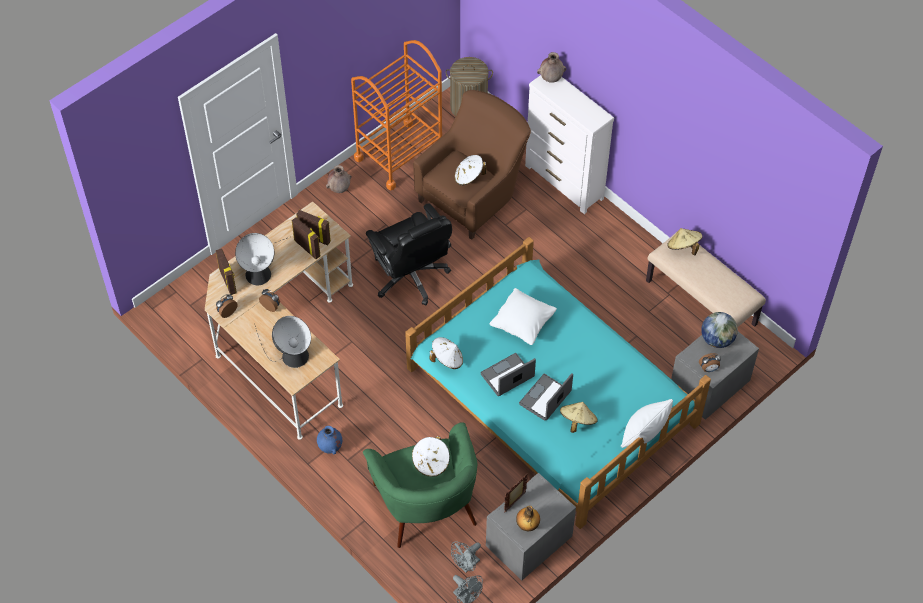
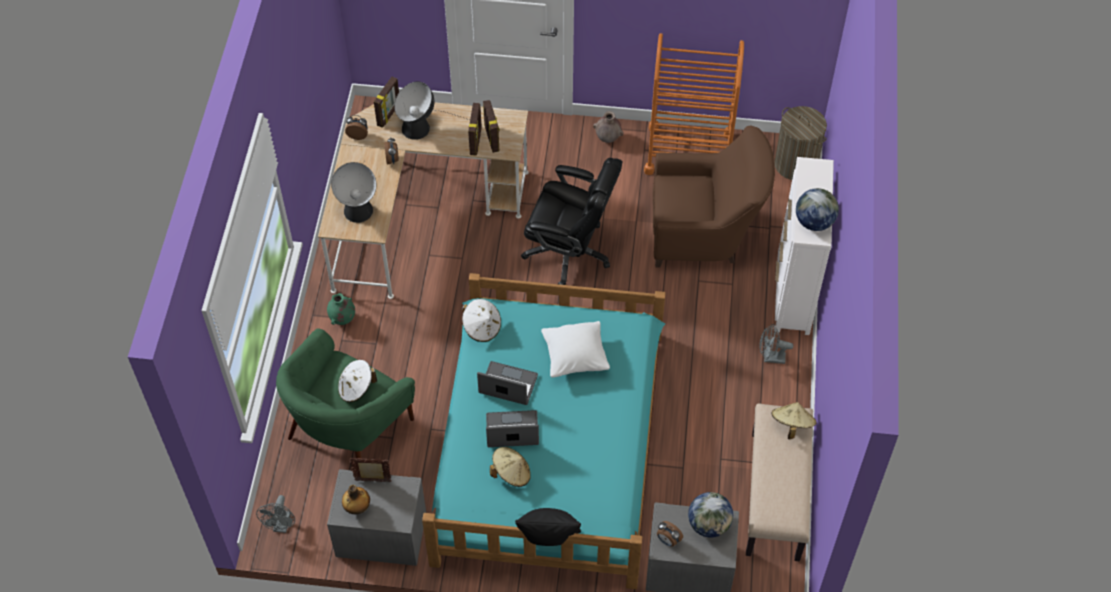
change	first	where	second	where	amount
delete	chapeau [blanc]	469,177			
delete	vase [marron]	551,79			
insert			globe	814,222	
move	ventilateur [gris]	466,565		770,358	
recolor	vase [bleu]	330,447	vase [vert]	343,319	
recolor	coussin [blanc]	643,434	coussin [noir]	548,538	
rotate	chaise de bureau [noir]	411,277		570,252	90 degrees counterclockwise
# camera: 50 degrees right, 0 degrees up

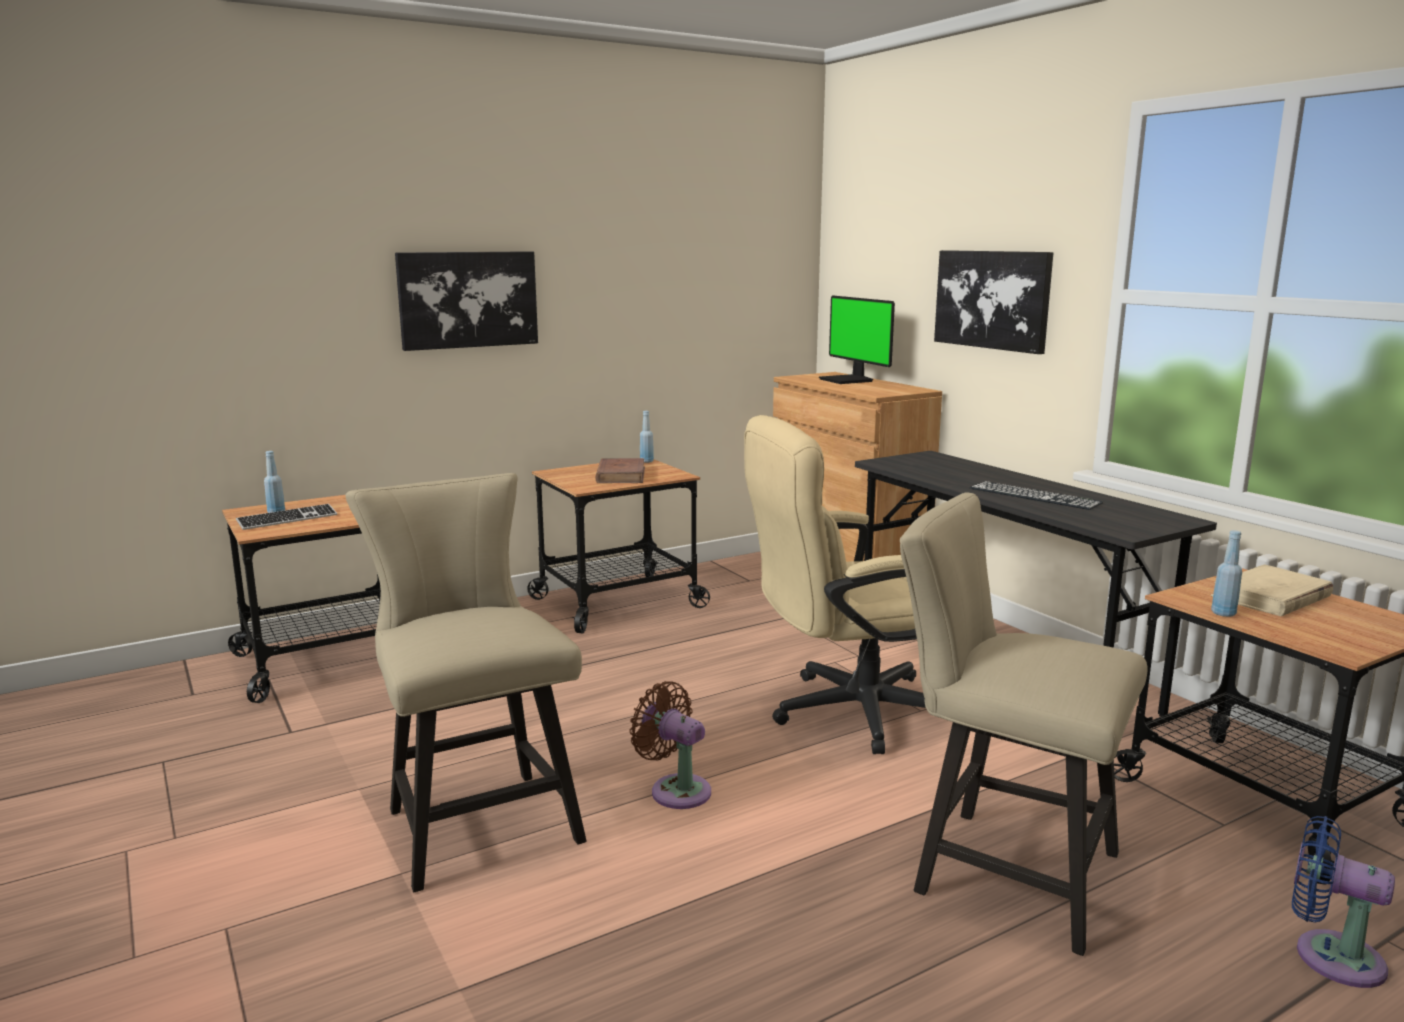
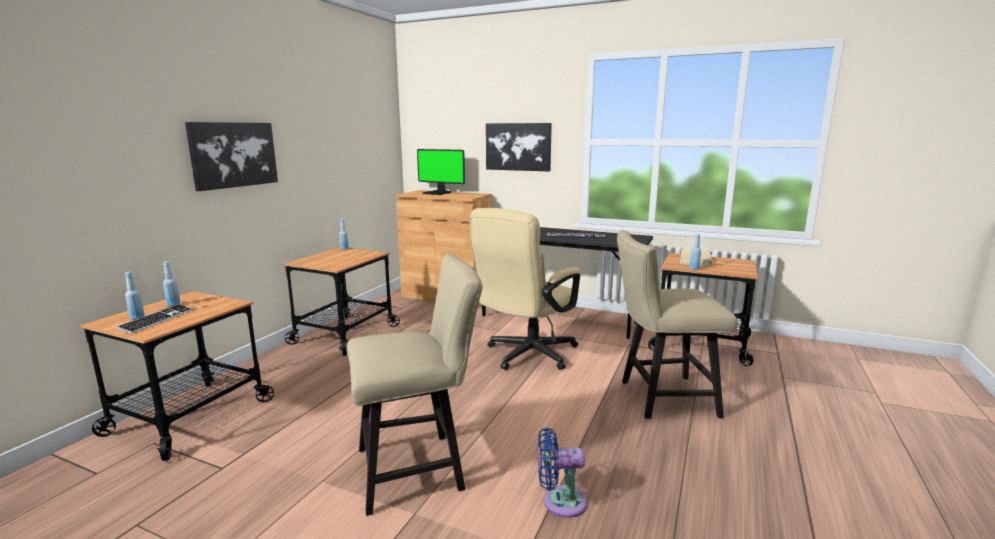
change	first	where	second	where	amount
delete	livre [marron]	621,475			
delete	ventilateur [marron]	676,790			
insert			bouteille [bleu]	173,305	
move	ventilateur [bleu]	1329,955		560,502	
rotate	chaise [beige]	477,819		419,468	135 degrees clockwise
# camera: 35 degrees left, 0 degrees up

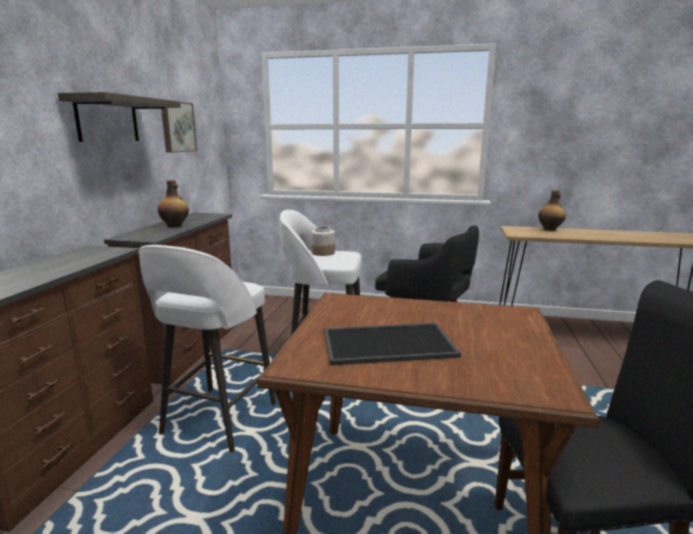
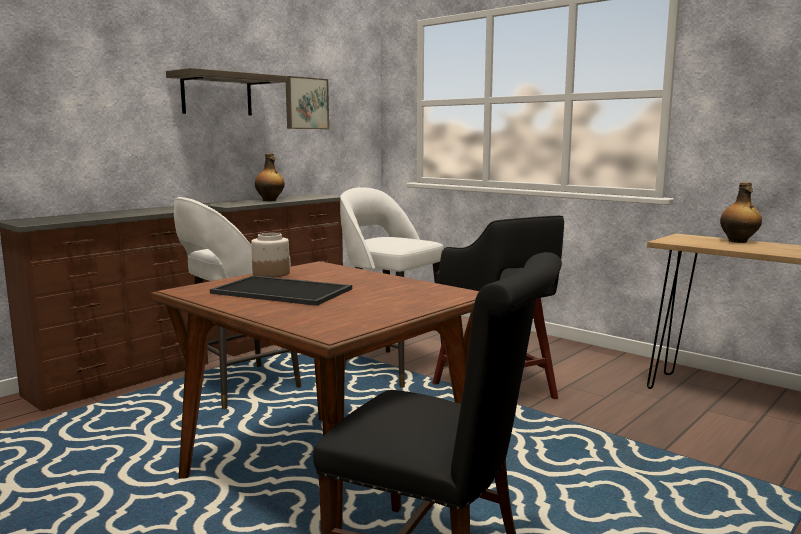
change	first	where	second	where	amount
move	bocal	323,253		270,274	
# camera: 30 degrees right, 5 degrees down

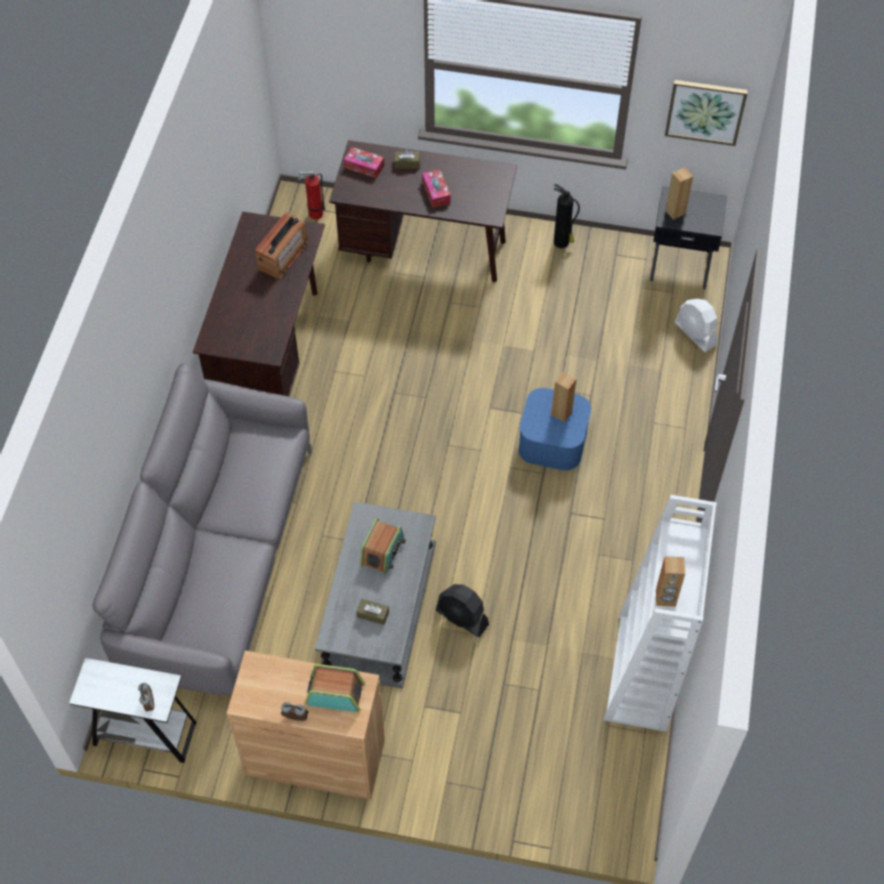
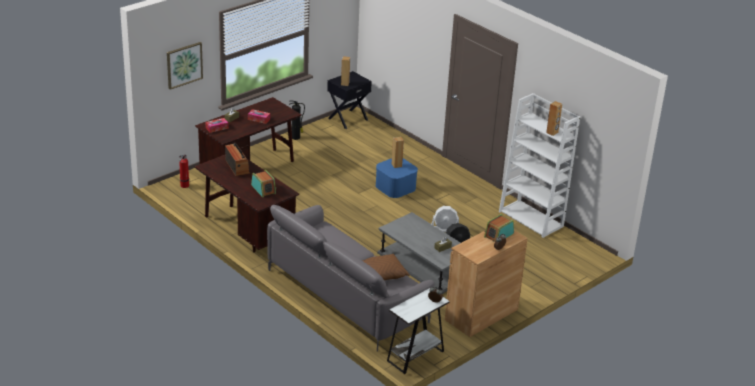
change	first	where	second	where	amount
insert			coussin [marron]	383,274	
move	radio	382,551		263,189	
move	tableau	705,111		184,65	
move	ventilateur [blanc]	695,334		444,229	
# camera: 55 degrees left, 25 degrees down

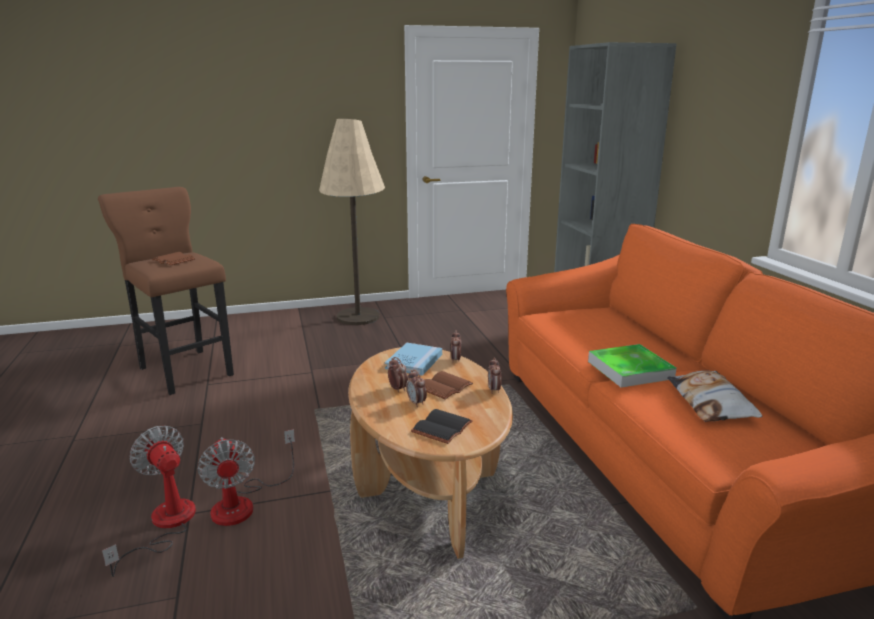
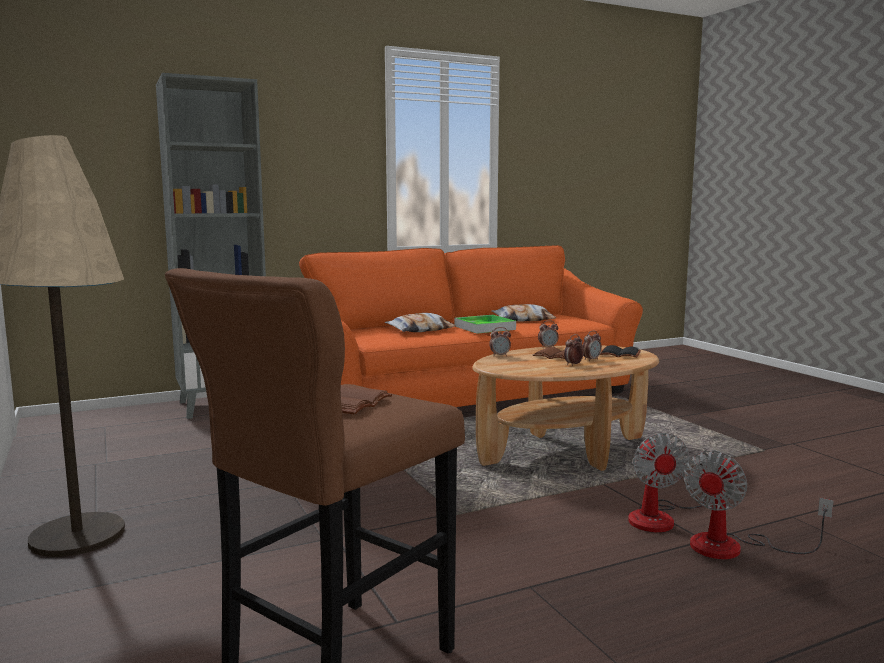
change	first	where	second	where	amount
delete	livre [bleu]	414,361			
insert			coussin	420,330	
rotate	ventilateur	244,503		660,517	120 degrees clockwise
# camera: 100 degrees left, 10 degrees down

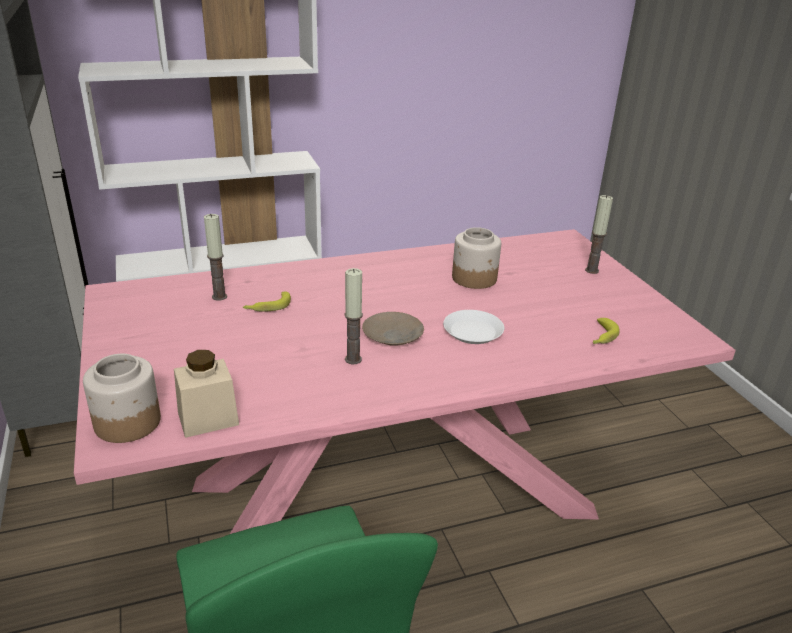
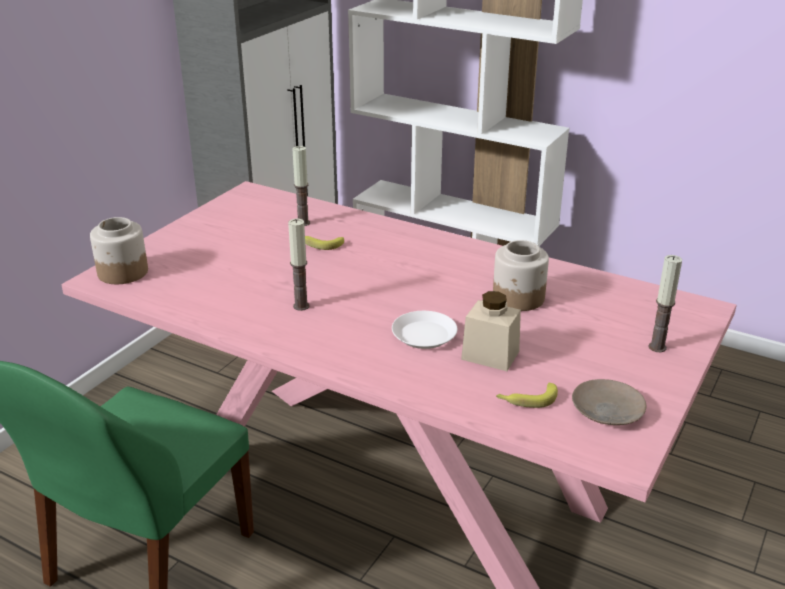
change	first	where	second	where	amount
move	bocal [beige]	208,418		490,355	
move	assiette [beige]	393,335		607,410	
# camera: 50 degrees right, 0 degrees up

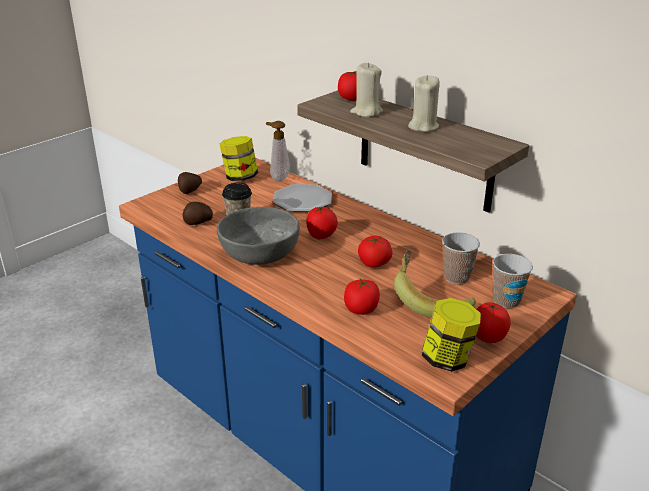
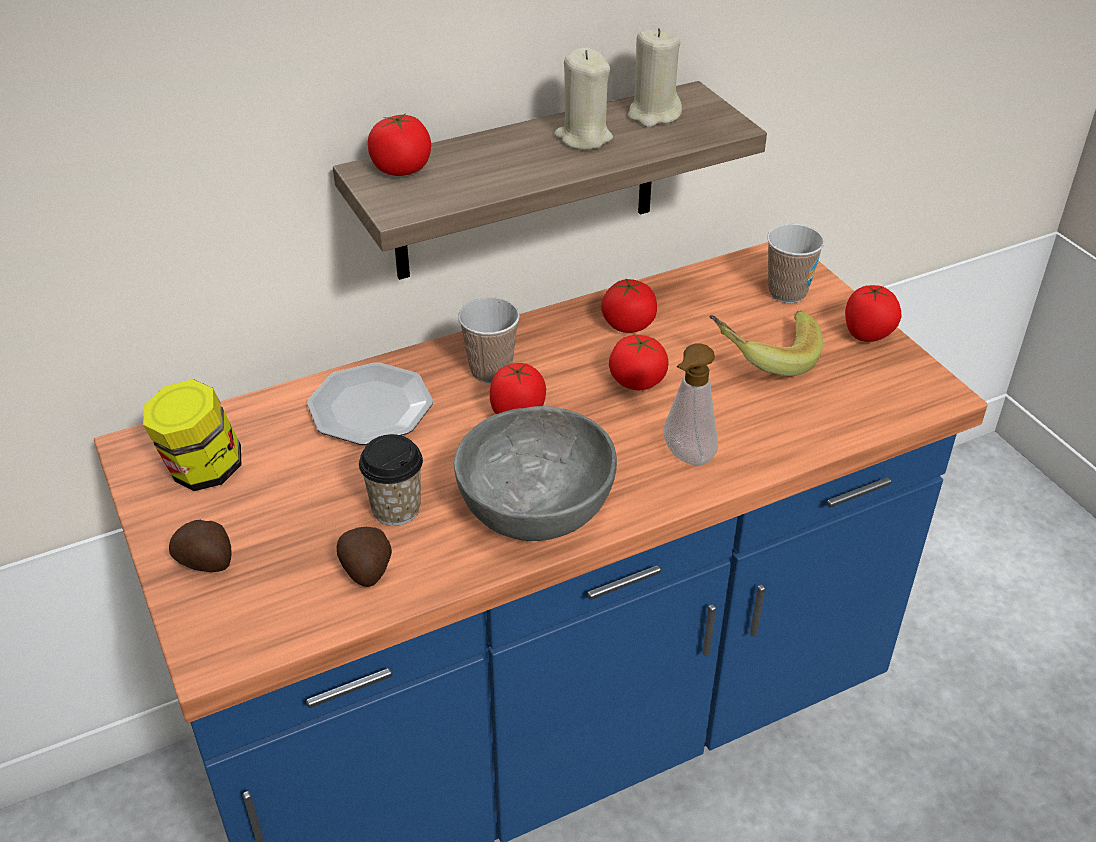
change	first	where	second	where	amount
delete	bocal	448,359			
move	distributeur de savon	278,178		685,458	
move	tomate	361,309		628,324	
move	bougie [beige]	366,112		653,114	
move	tasse	456,277		491,371	
# camera: 70 degrees left, 10 degrees up

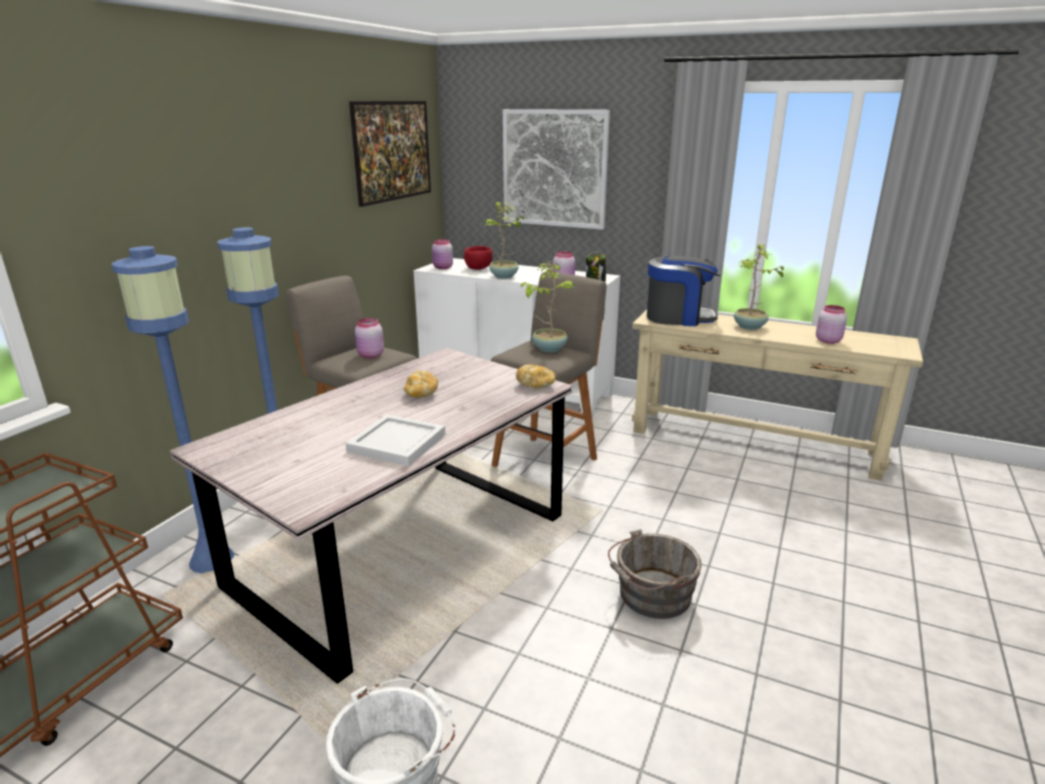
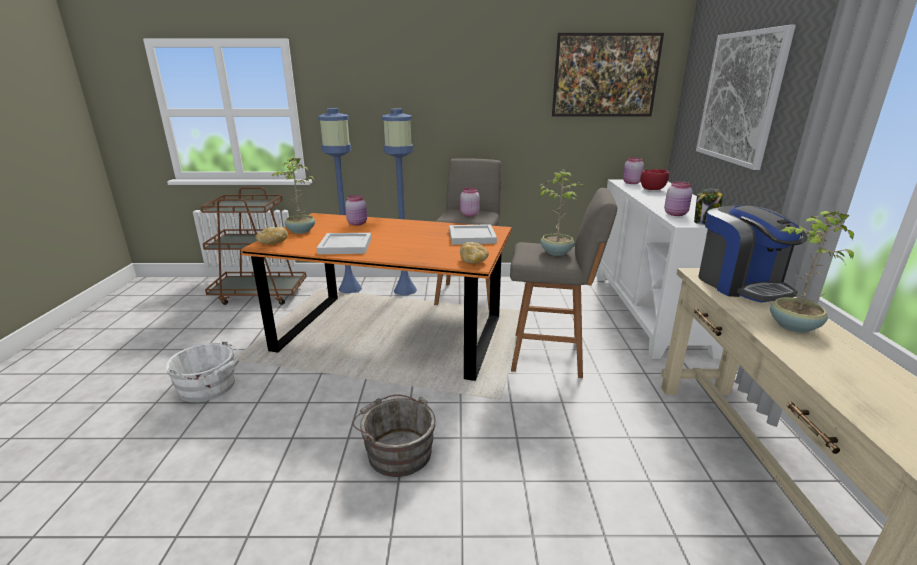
change	first	where	second	where	amount
insert			plateau [blanc]	472,236	
move	pain	421,394		272,243	
move	plante en pot	504,277		300,231	
move	bocal [rose]	828,340		358,223	
recolor	table à manger [gris]	404,549	table à manger [orange]	390,333	
# camera: 65 degrees right, 0 degrees up

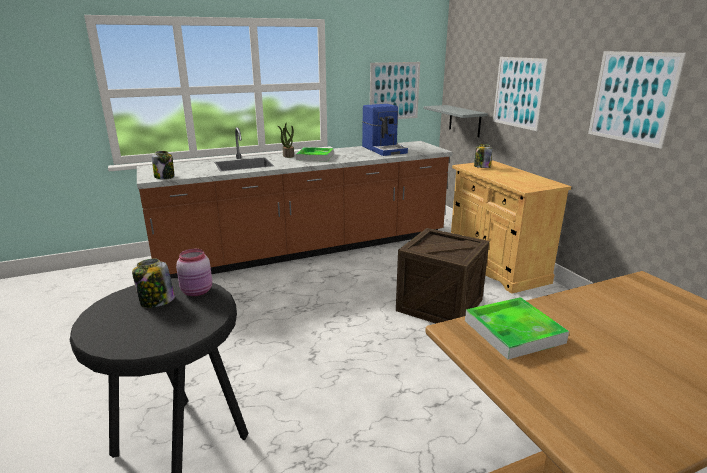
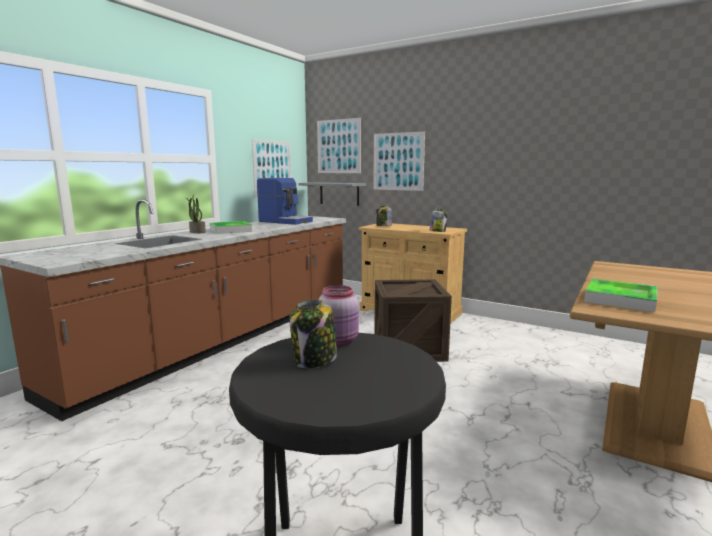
change	first	where	second	where	amount
move	bocal	165,177		438,231	
move	tableau	632,97		338,146	
# camera: 35 degrees left, 10 degrees down

